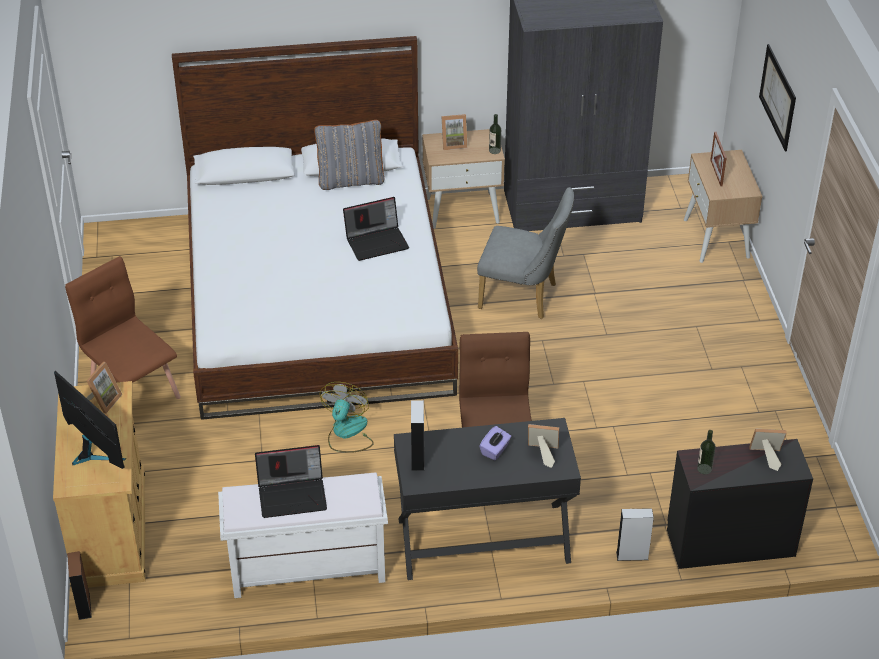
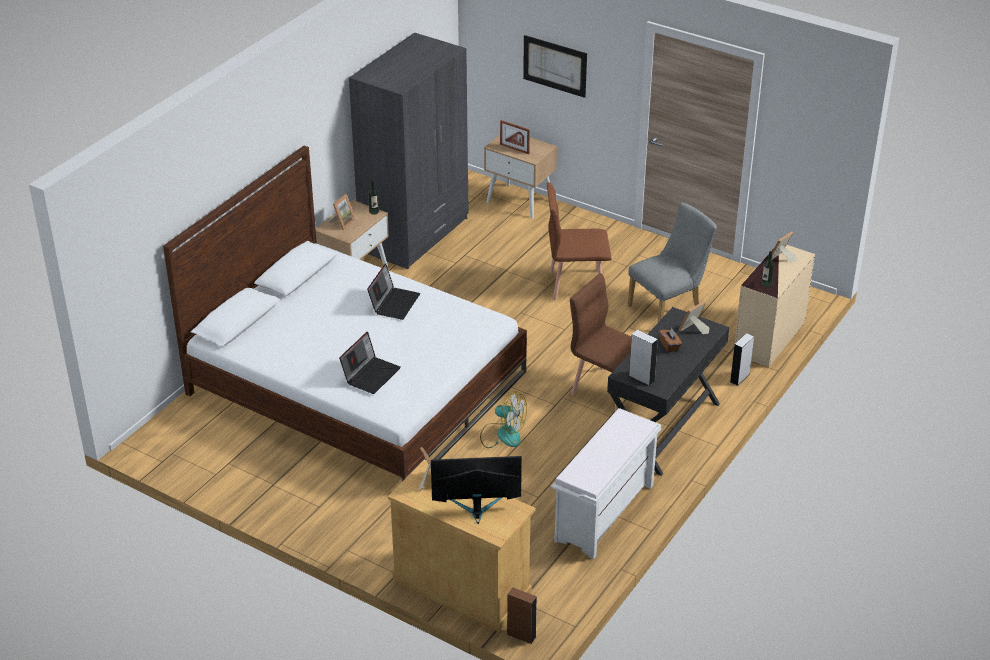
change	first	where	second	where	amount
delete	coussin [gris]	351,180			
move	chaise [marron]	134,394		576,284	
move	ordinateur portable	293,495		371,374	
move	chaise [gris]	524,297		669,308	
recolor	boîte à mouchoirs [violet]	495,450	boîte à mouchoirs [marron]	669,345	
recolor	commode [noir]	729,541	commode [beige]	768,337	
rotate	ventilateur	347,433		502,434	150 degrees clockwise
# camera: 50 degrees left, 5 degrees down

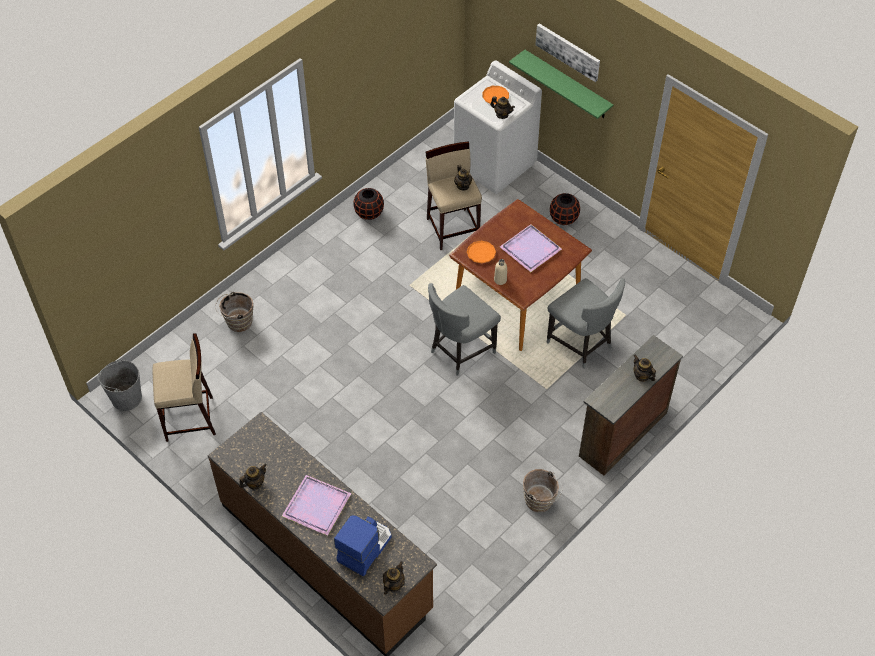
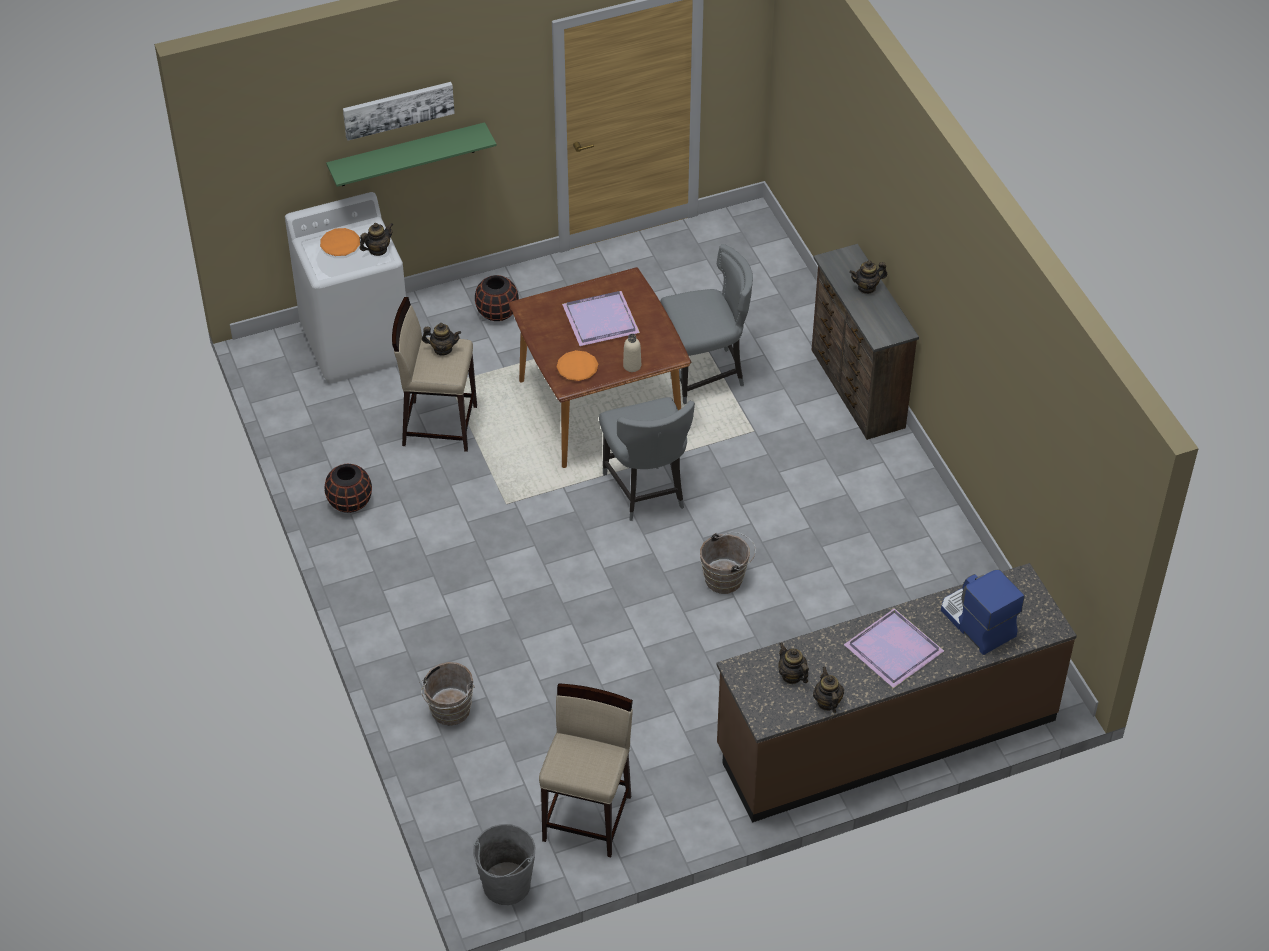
change	first	where	second	where	amount
move	théière	393,584		792,676	
move	seau [marron]	540,502		727,578	
# camera: 65 degrees left, 5 degrees down

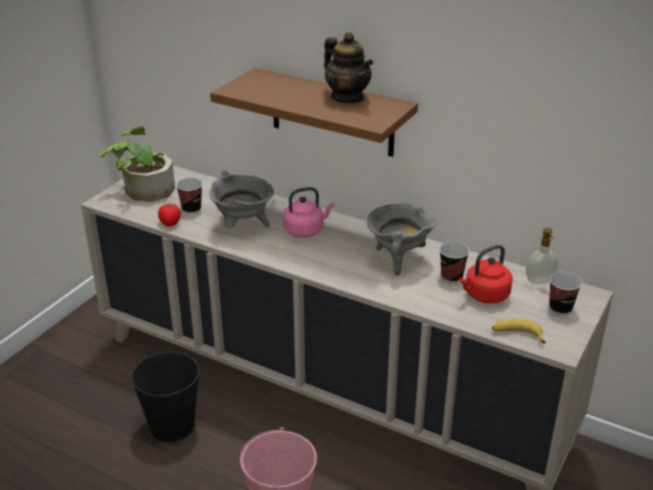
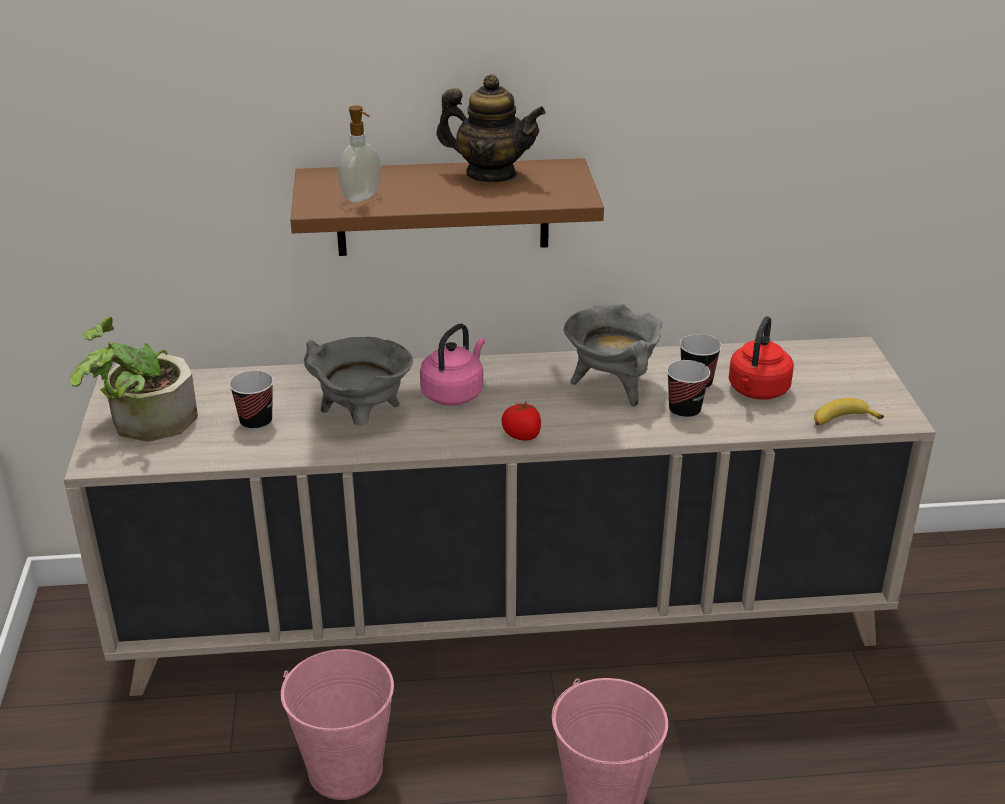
change	first	where	second	where	amount
move	tomate	170,223		522,435	
move	distributeur de savon	539,281		362,198	
move	tasse	560,308		684,411	
recolor	seau [noir]	172,425	seau [rose]	345,769	
# camera: 35 degrees left, 0 degrees up

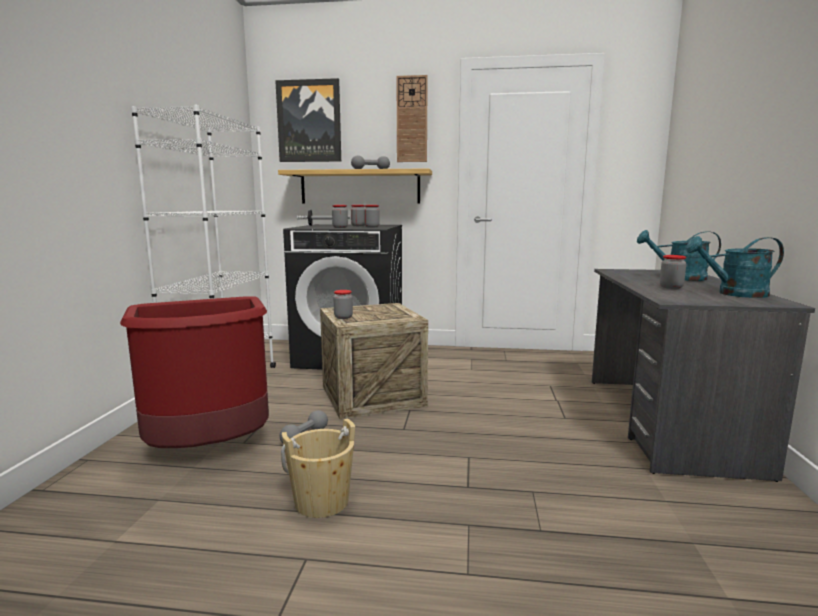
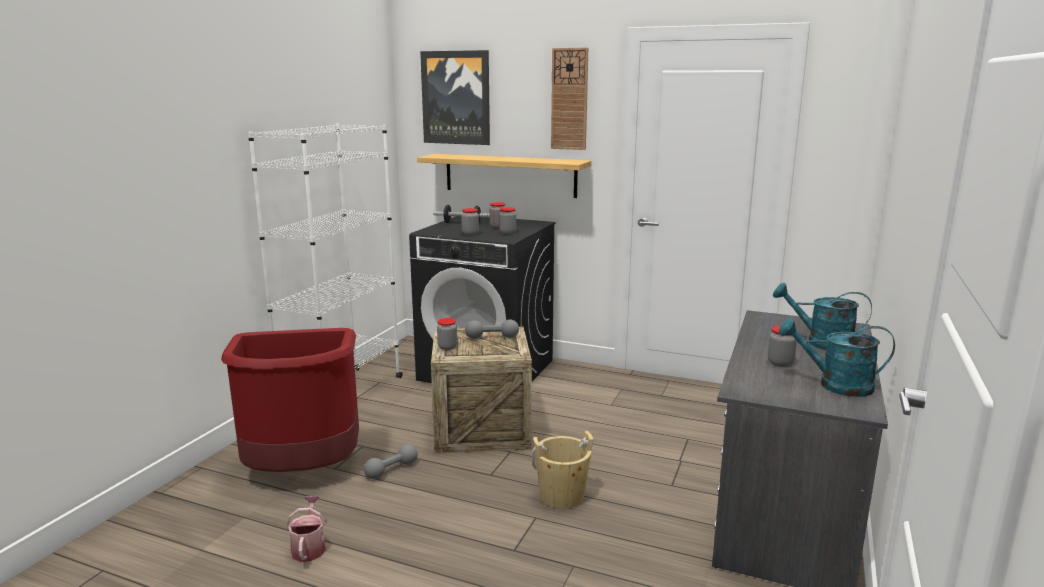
change	first	where	second	where	amount
insert			arrosoir	309,547	
move	seau [beige]	322,501		562,496	
move	haltère [gris]	370,169		492,337	
# camera: 15 degrees right, 5 degrees up

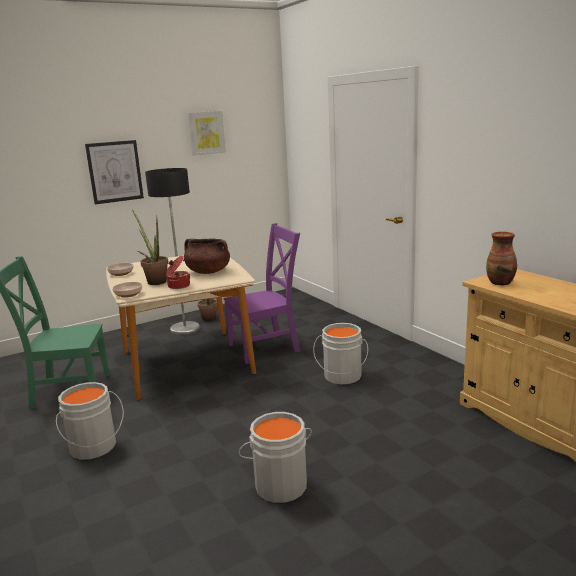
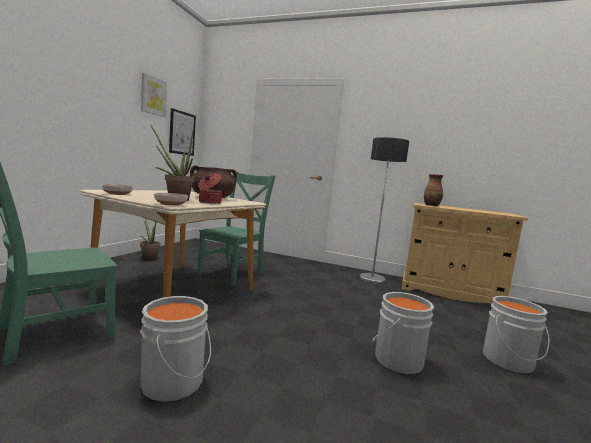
change	first	where	second	where	amount
move	tableau	115,171		182,133	
move	lampadaire	185,329		372,278	
move	seau [gris]	342,377		509,362	
recolor	chaise [violet]	266,347	chaise [vert]	233,273	
# camera: 40 degrees left, 10 degrees down

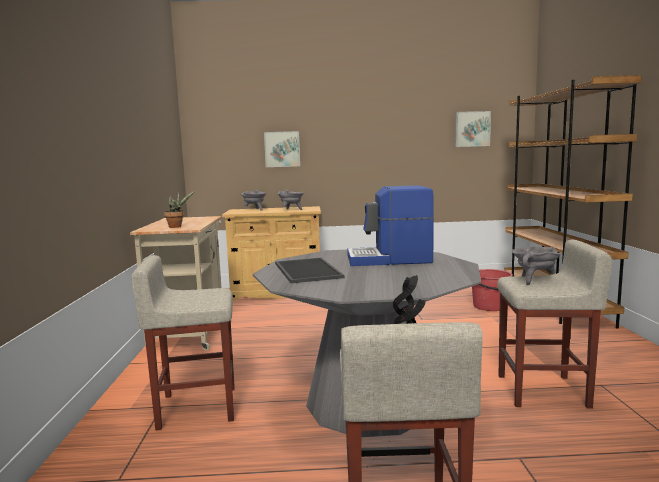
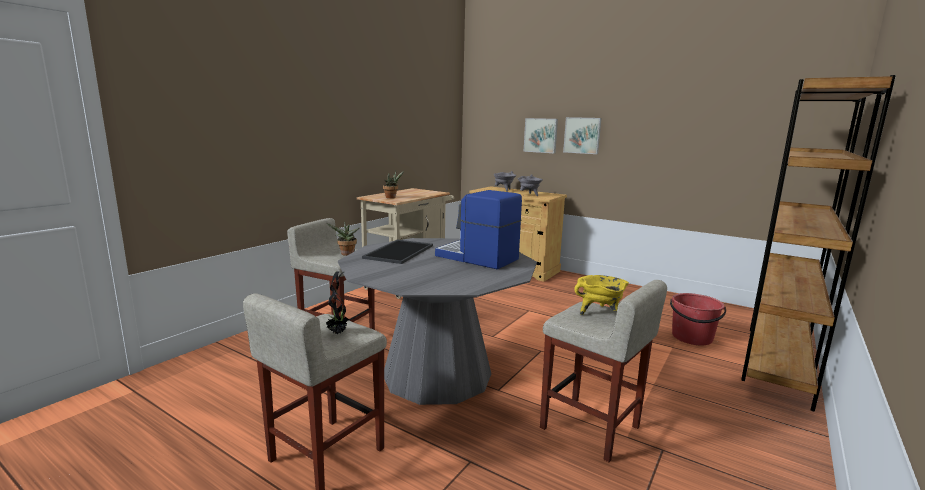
change	first	where	second	where	amount
insert			plante en pot	346,254	
move	tableau	472,129		582,135	
recolor	marmite [gris]	534,280	marmite [jaune]	599,313	
# camera: 35 degrees right, 5 degrees up

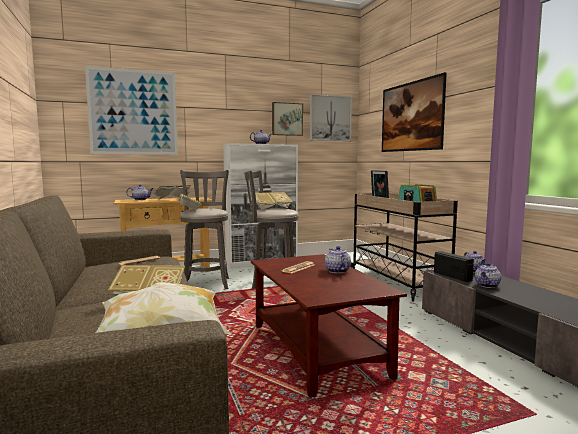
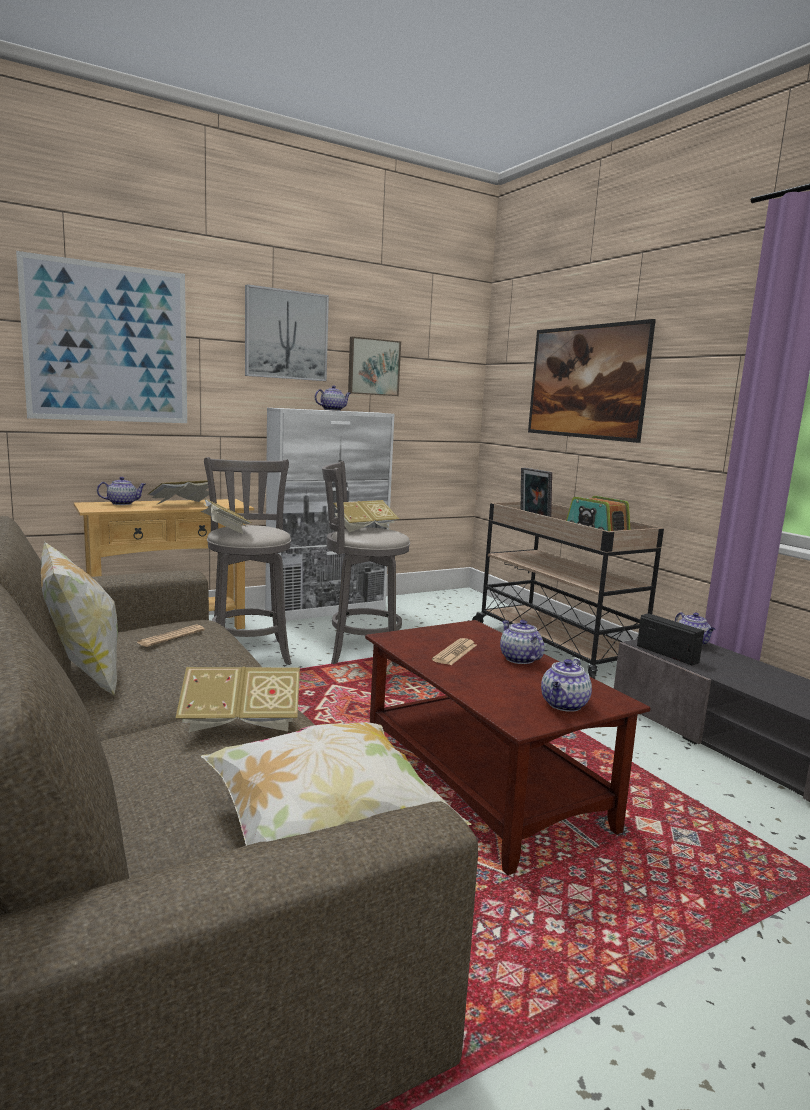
change	first	where	second	where	amount
insert			coussin	81,675	
move	tableau	330,118		286,335	
move	théière	487,285		564,705	
# camera: 10 degrees left, 5 degrees up

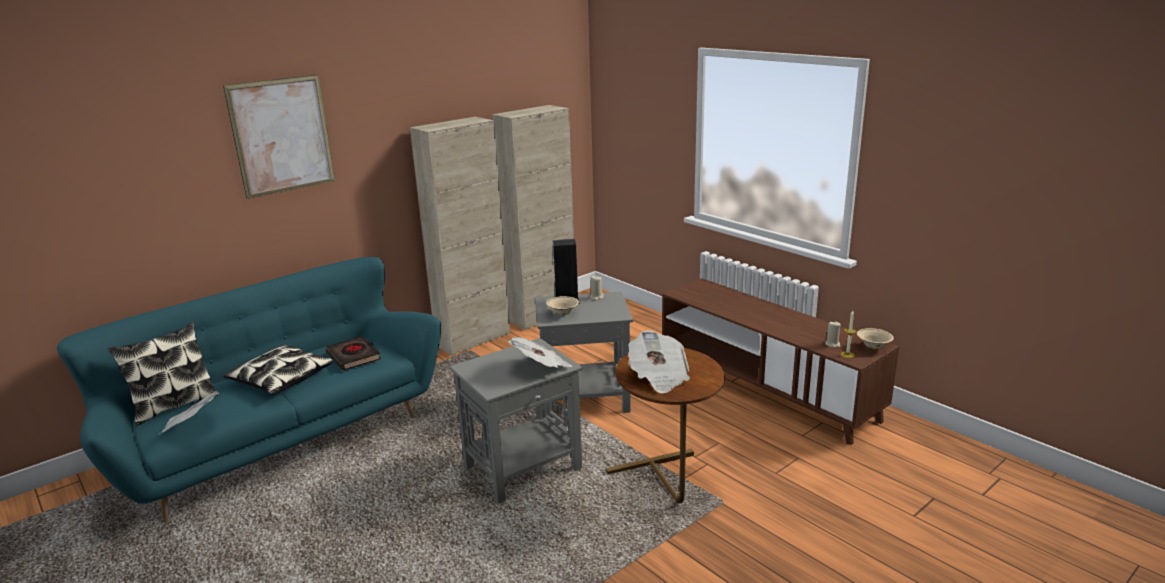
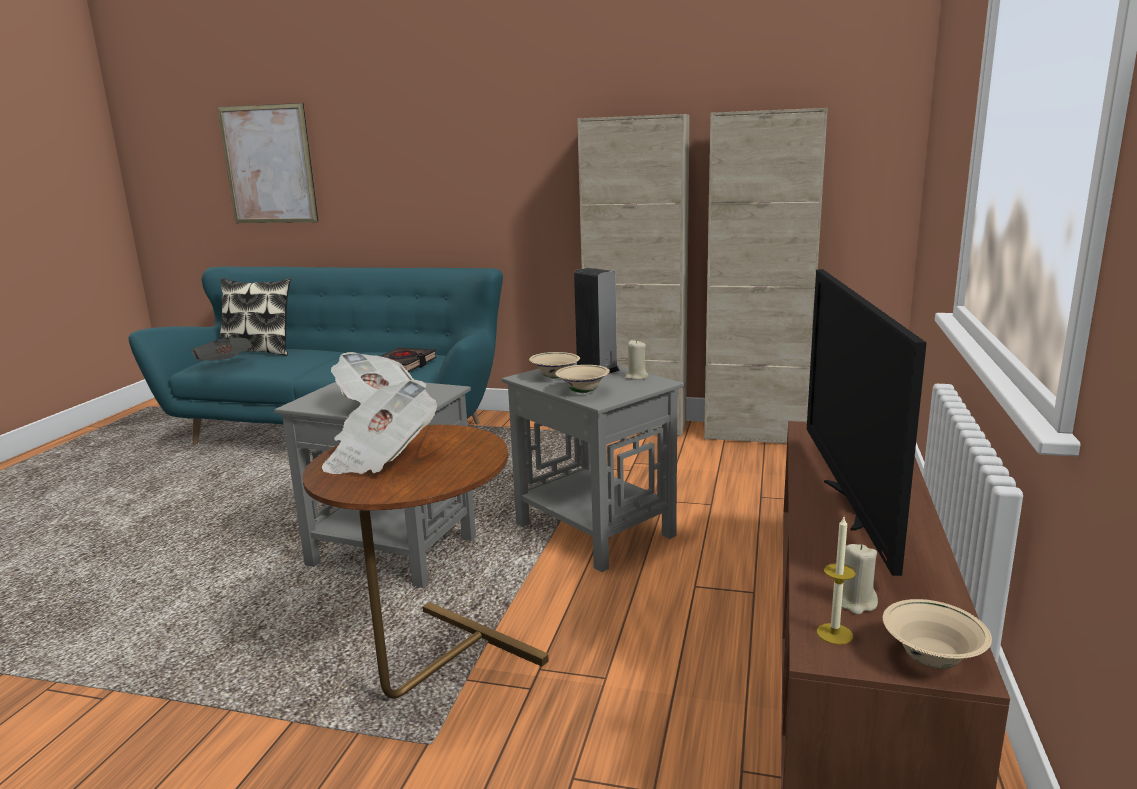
change	first	where	second	where	amount
delete	coussin	280,379			
insert			bol [beige]	583,392	
insert			téléviseur	850,505	
move	tableau	282,136		268,165	
# camera: 55 degrees right, 5 degrees down

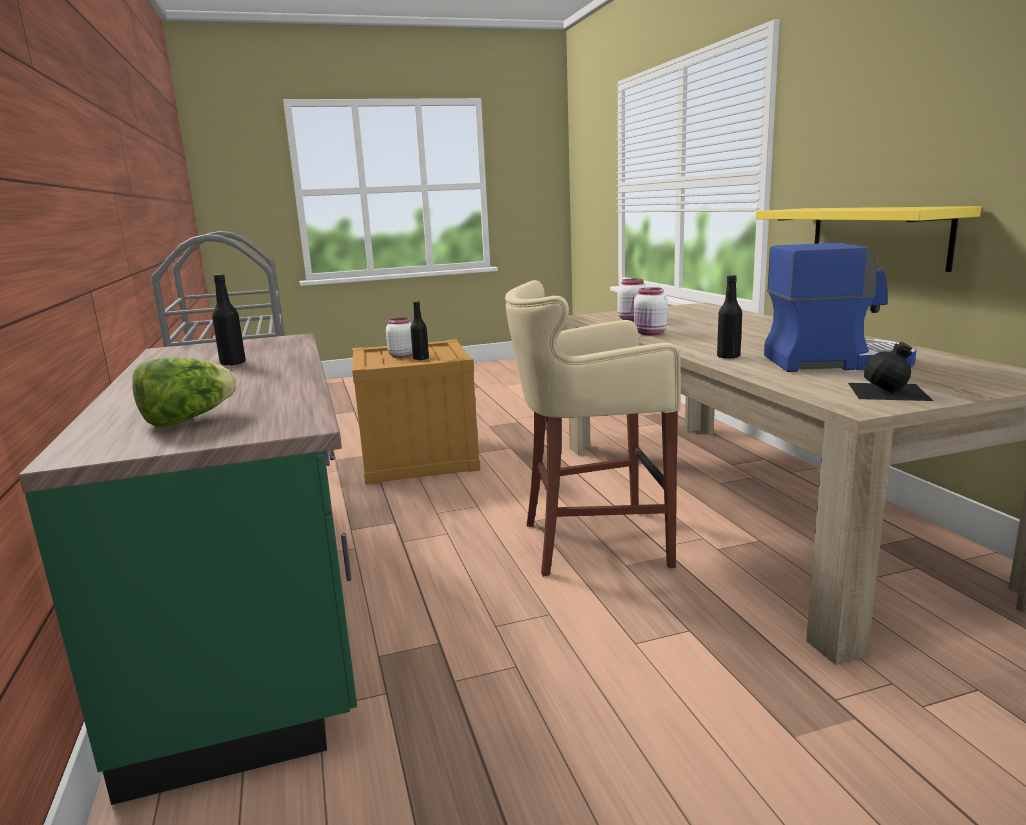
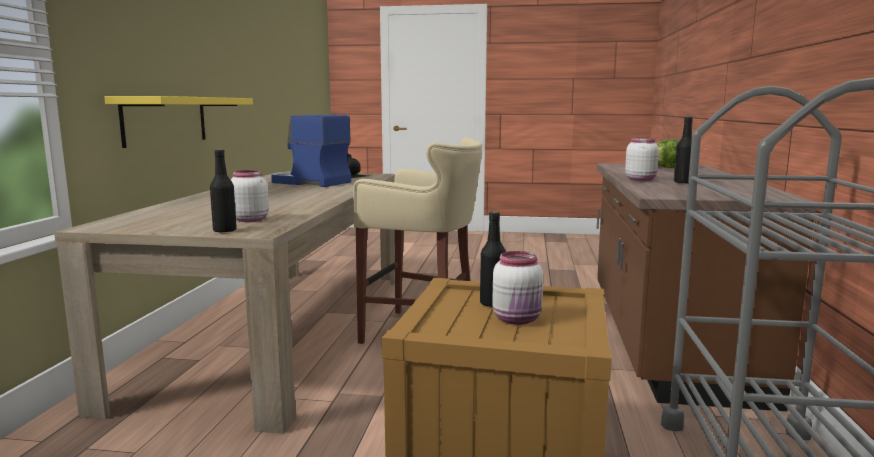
change	first	where	second	where	amount
move	bocal [blanc]	650,333		640,179	
move	bouteille [noir]	728,357		225,231	
recolor	comptoir de cuisine [vert]	257,618	comptoir de cuisine [marron]	666,339	
# camera: 155 degrees left, 5 degrees down

